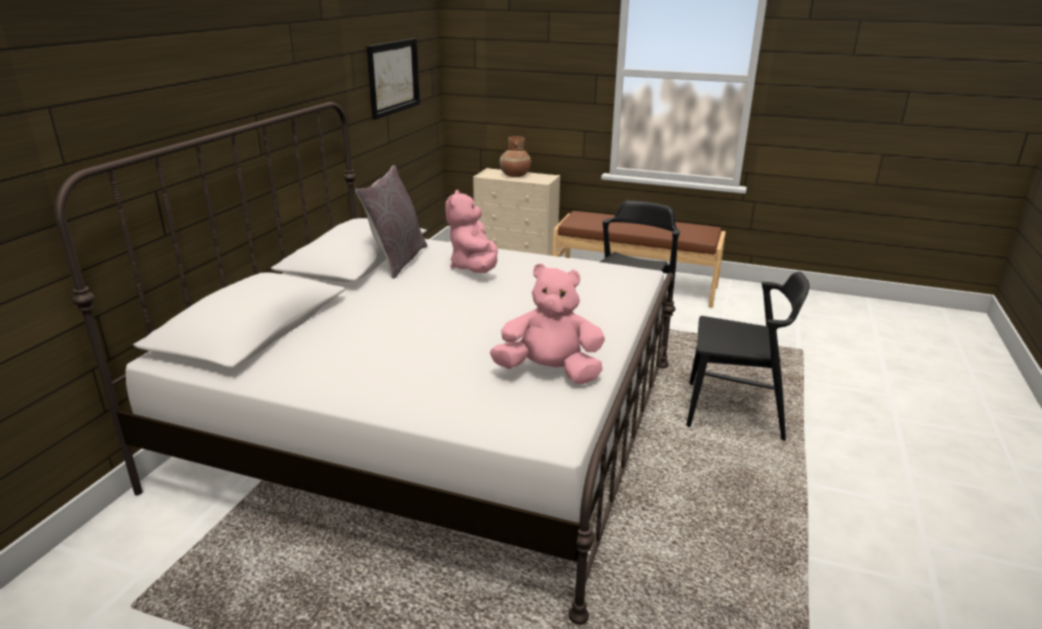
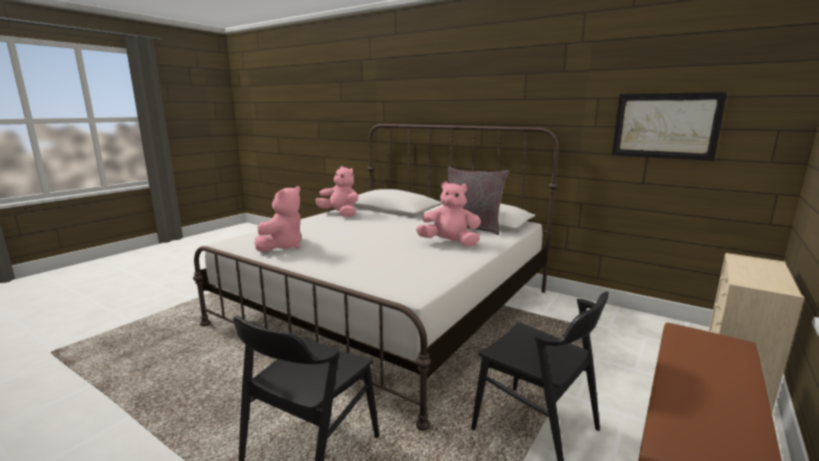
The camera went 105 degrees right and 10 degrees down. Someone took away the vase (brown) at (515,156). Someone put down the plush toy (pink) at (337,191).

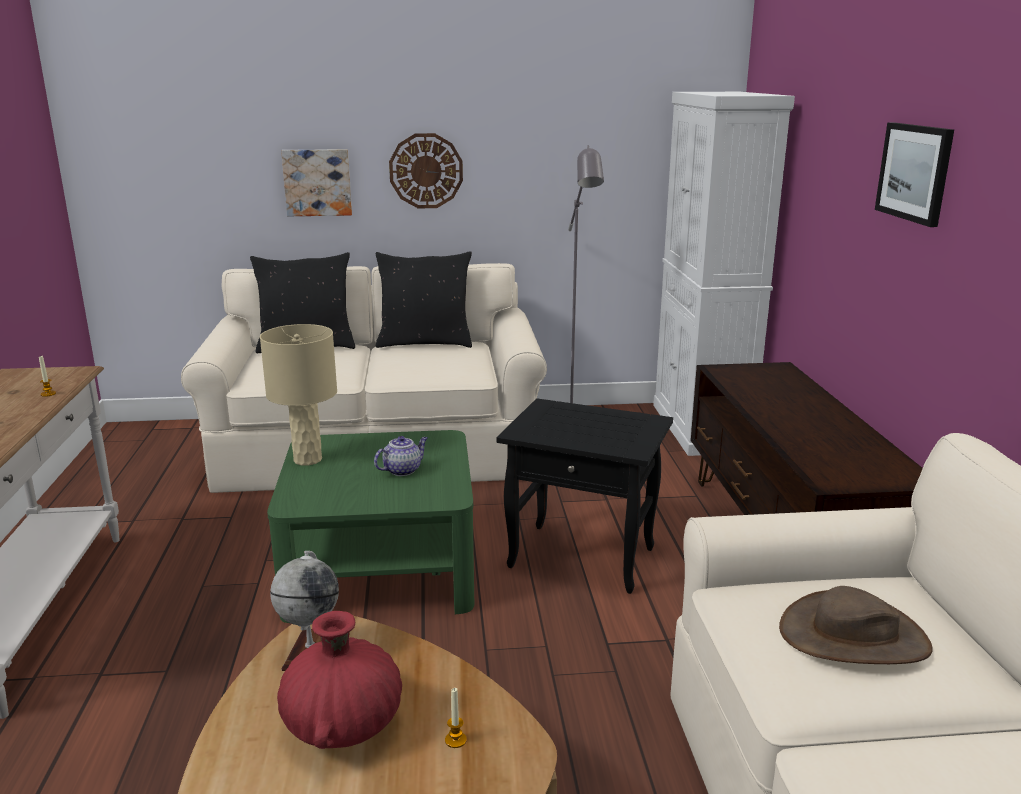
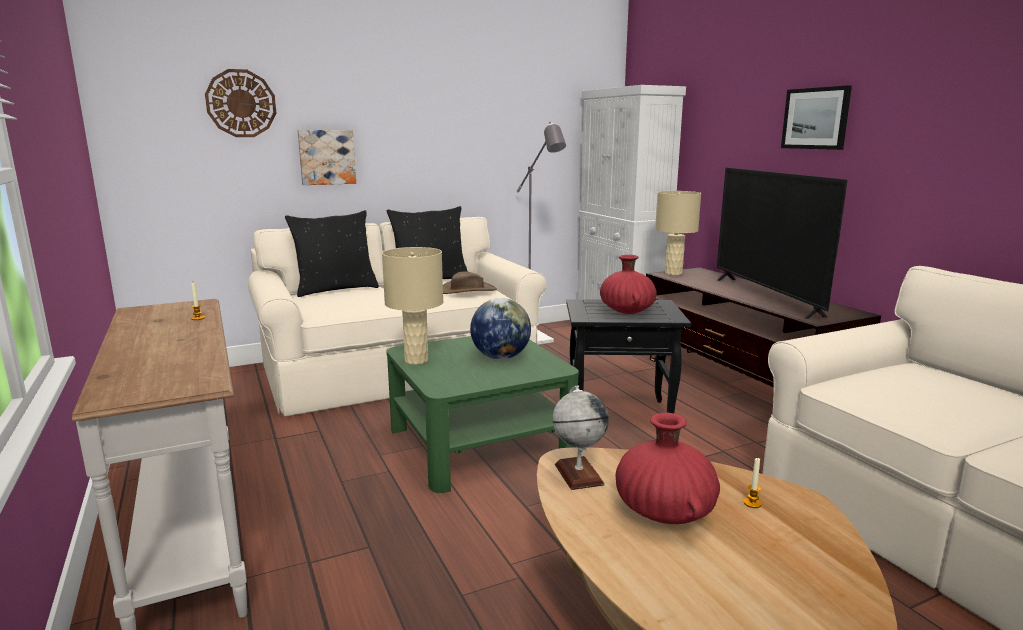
The camera went 20 degrees left and 5 degrees down. Someone swapped the teapot at (401,456) for the globe at (500,329). Someone carried the wall clock from (426,170) to (240,103). Someone carried the hat (brown) from (856,625) to (470,283). Someone put down the vase (red) at (628,284). Someone put down the table lamp (beige) at (678,233). Someone put down the television at (782,243).

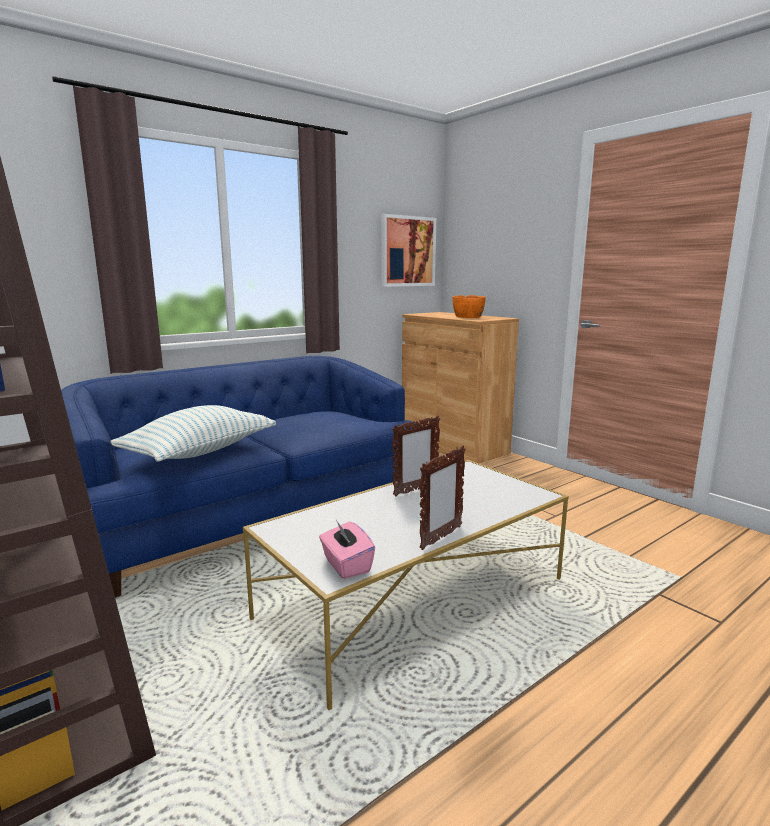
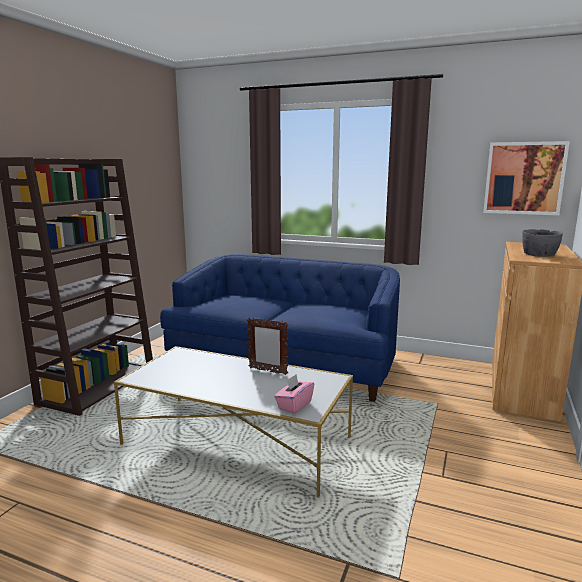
The camera went 60 degrees right and 0 degrees up. Someone took away the pillow at (193,433). Someone carried the tissue box (pink) from (347,549) to (294,394). Someone took away the picture frame at (442,497). Someone repainted the bowl (orange) at (469,306), which became the bowl (grey) at (542,243).

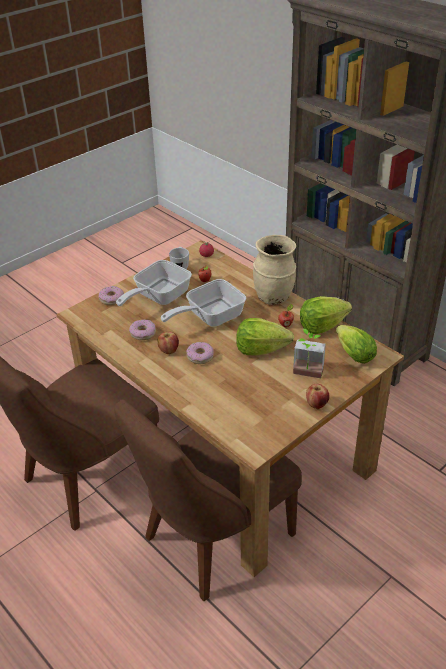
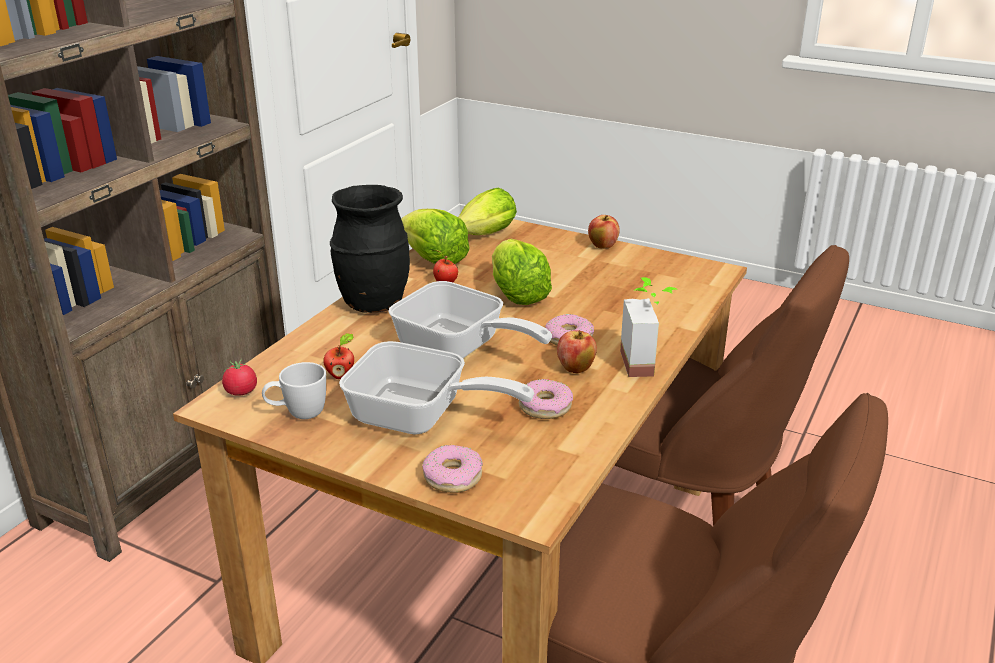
The camera went 110 degrees left and 10 degrees down. Someone repainted the vase (beige) at (274,270), which became the vase (black) at (370,249). Someone carried the potted plant from (309,353) to (649,327).

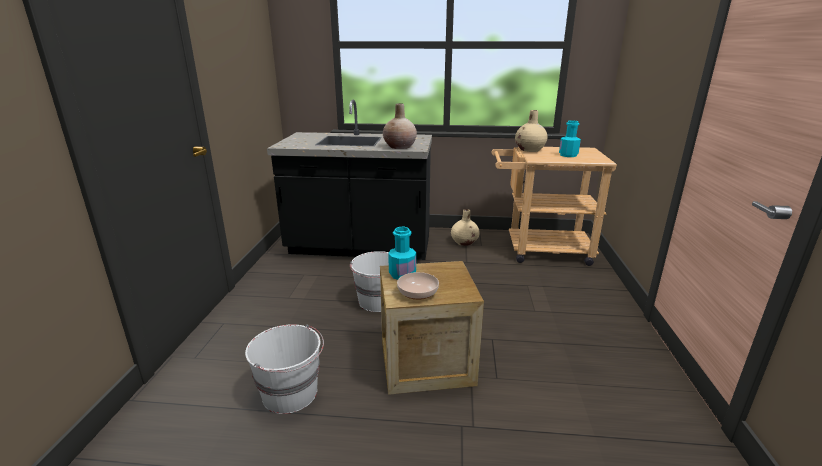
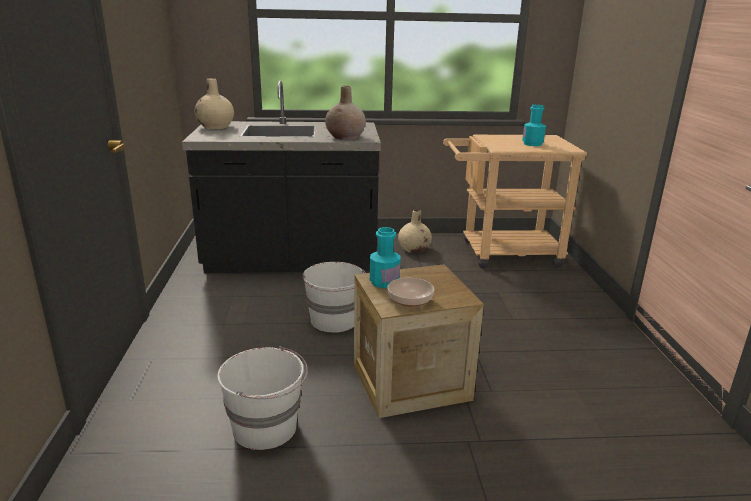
The camera went 10 degrees left and 0 degrees up. Someone carried the vase (beige) from (531,131) to (214,103).

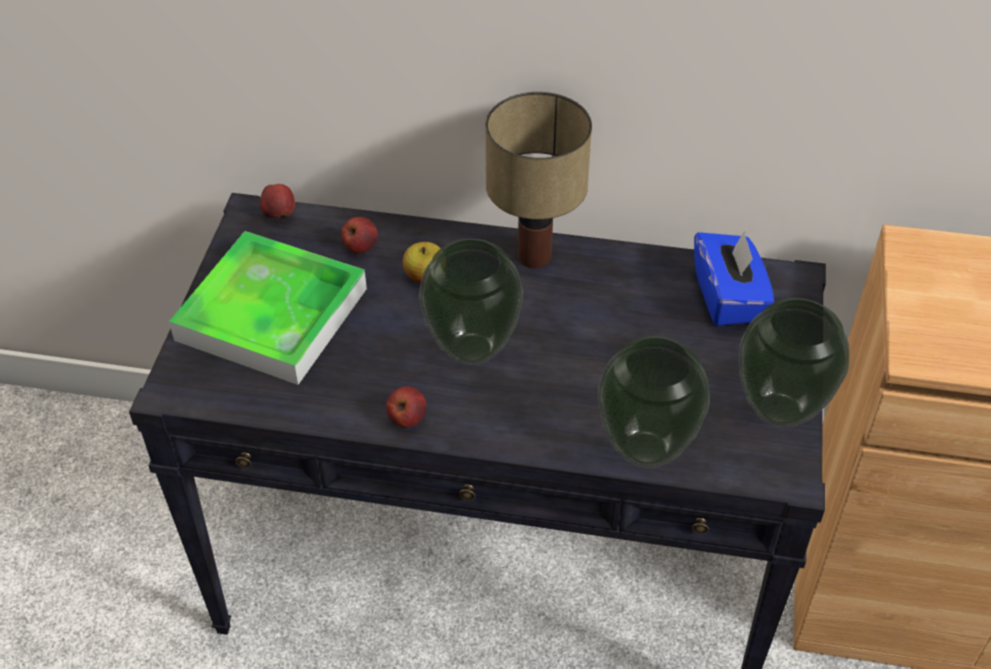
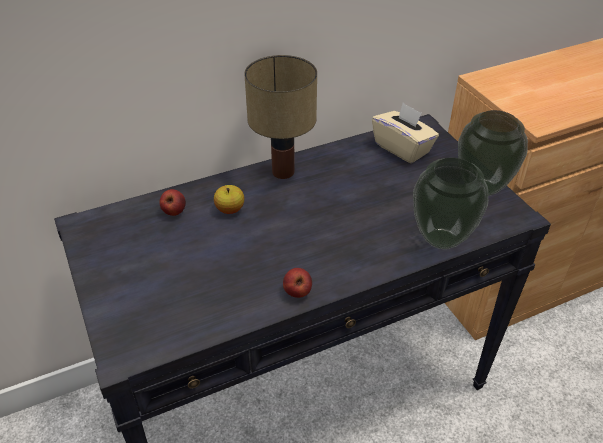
The camera went 35 degrees left and 5 degrees down. Someone took away the tray at (268,308). Someone took away the apple at (277,202). Someone took away the vase at (471,302). Someone repainted the tissue box (blue) at (734,278), which became the tissue box (beige) at (405,132).

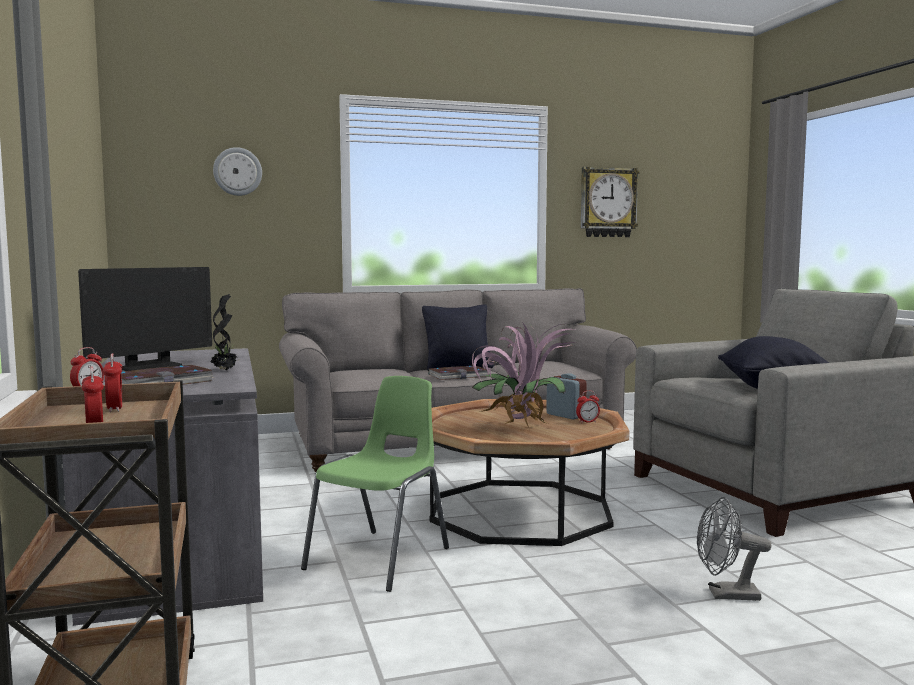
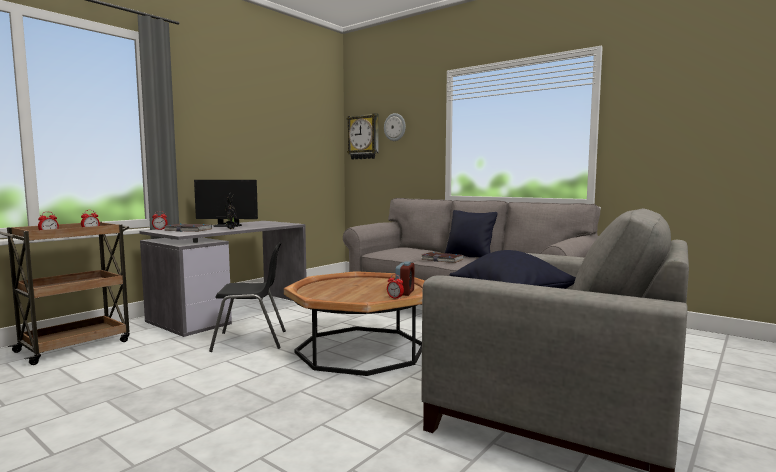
The camera went 55 degrees right and 0 degrees up. Someone repainted the chair (green) at (375,484), which became the chair (black) at (247,297). Someone took away the potted plant at (524,374). Someone carried the wall clock from (610,202) to (363,136). Someone took away the fan (grey) at (734,549).

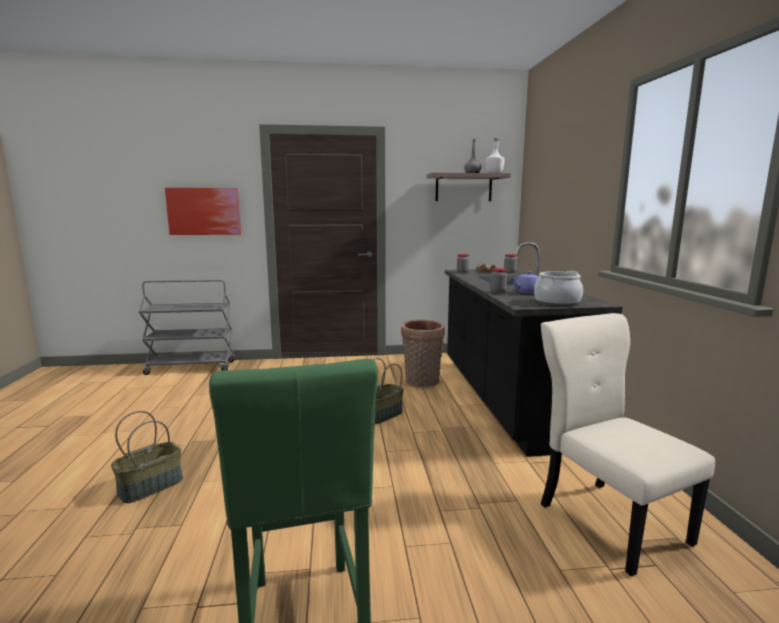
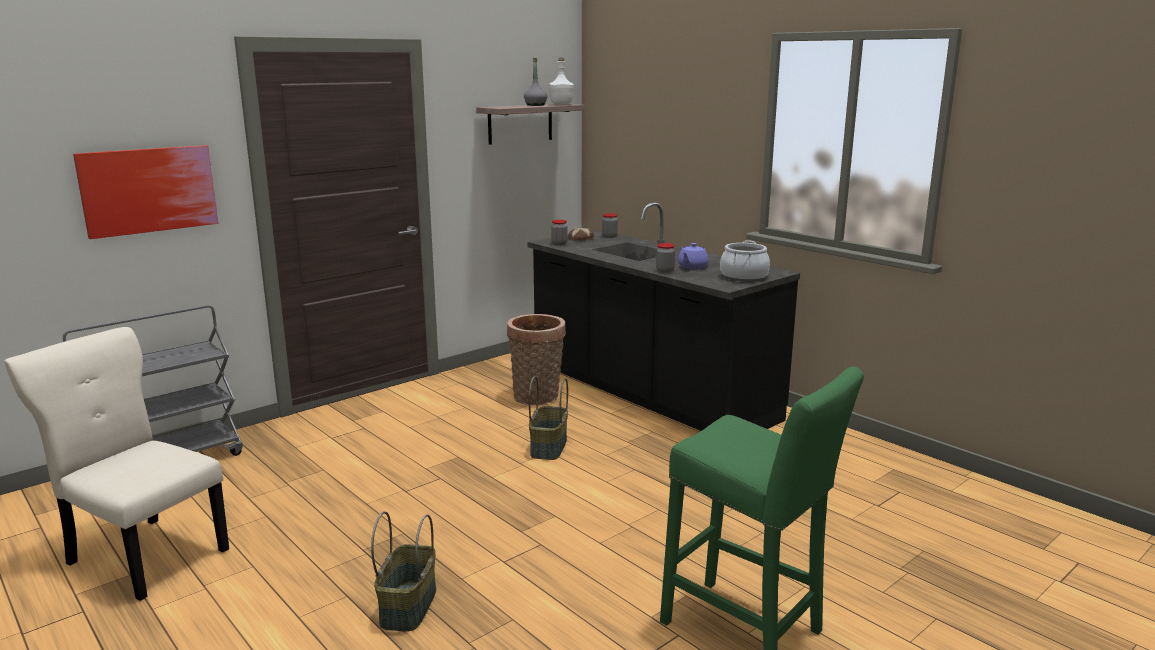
The camera went 35 degrees left and 5 degrees up. Someone carried the chair (beige) from (628,445) to (116,464).

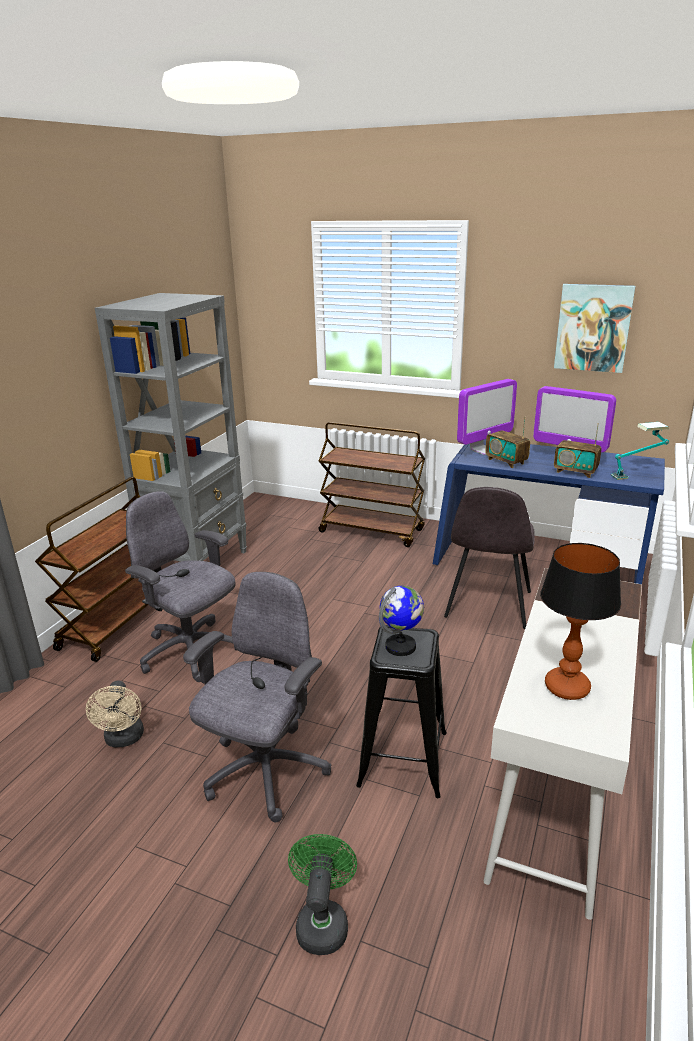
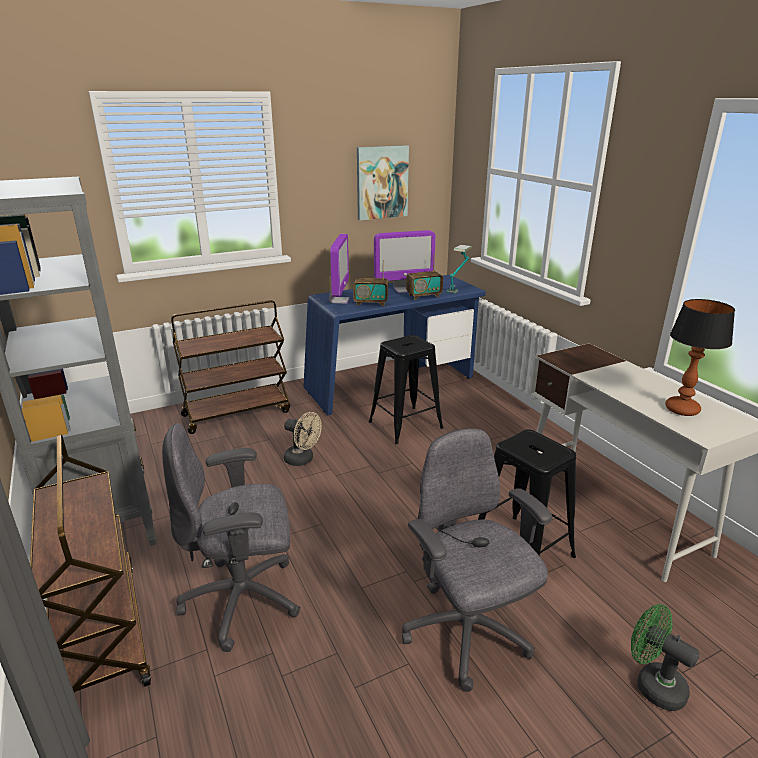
The camera went 50 degrees left and 0 degrees up. Someone carried the fan (beige) from (115,714) to (303,439). Someone took away the globe at (401,621). Someone swapped the chair (grey) at (489,558) for the stool (black) at (406,389).

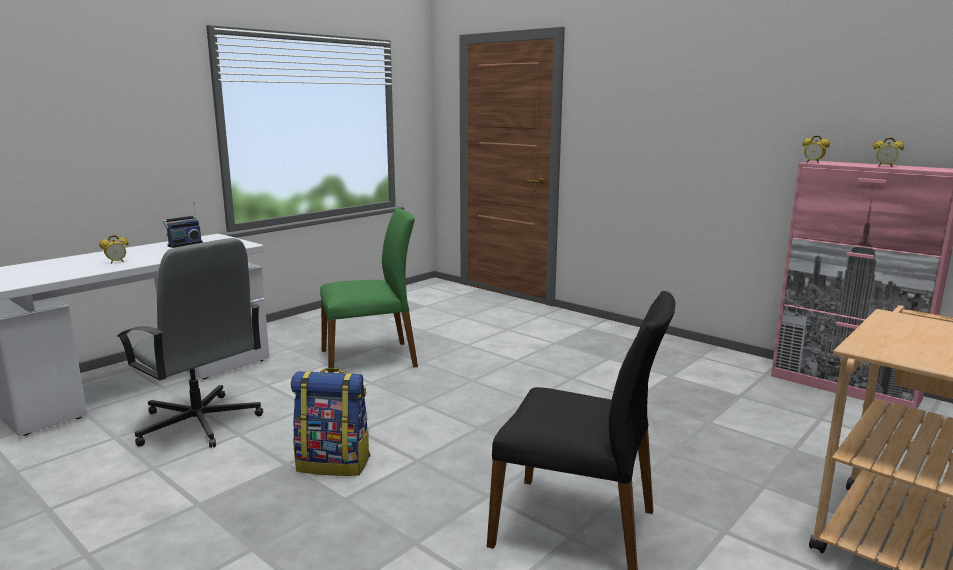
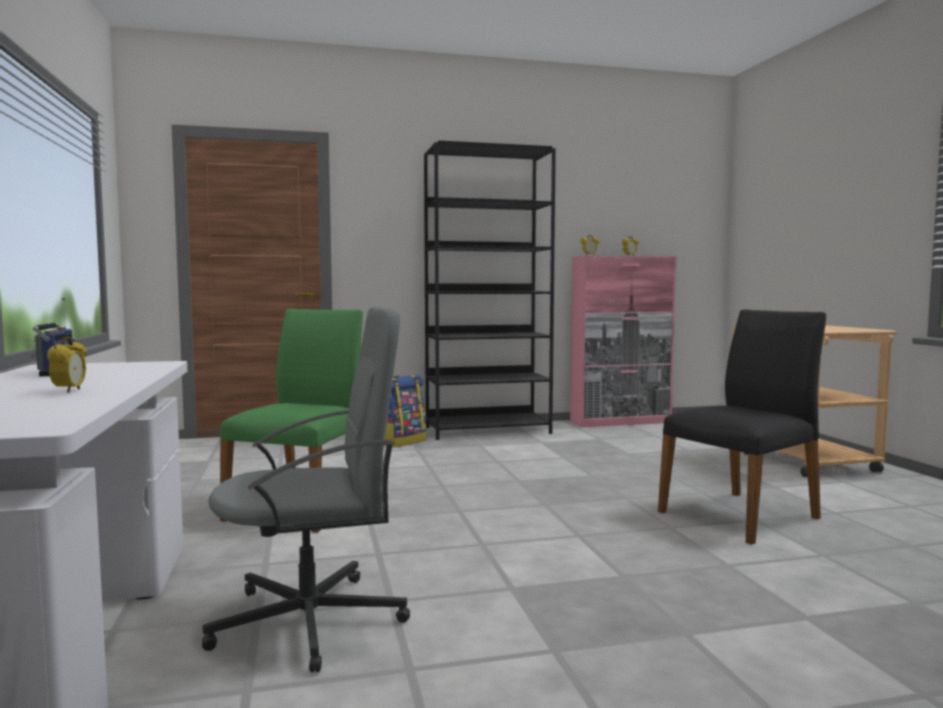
The camera went 55 degrees left and 10 degrees down. Someone carried the backpack from (331,422) to (405,411). Someone put down the bookcase (black) at (490,290).

